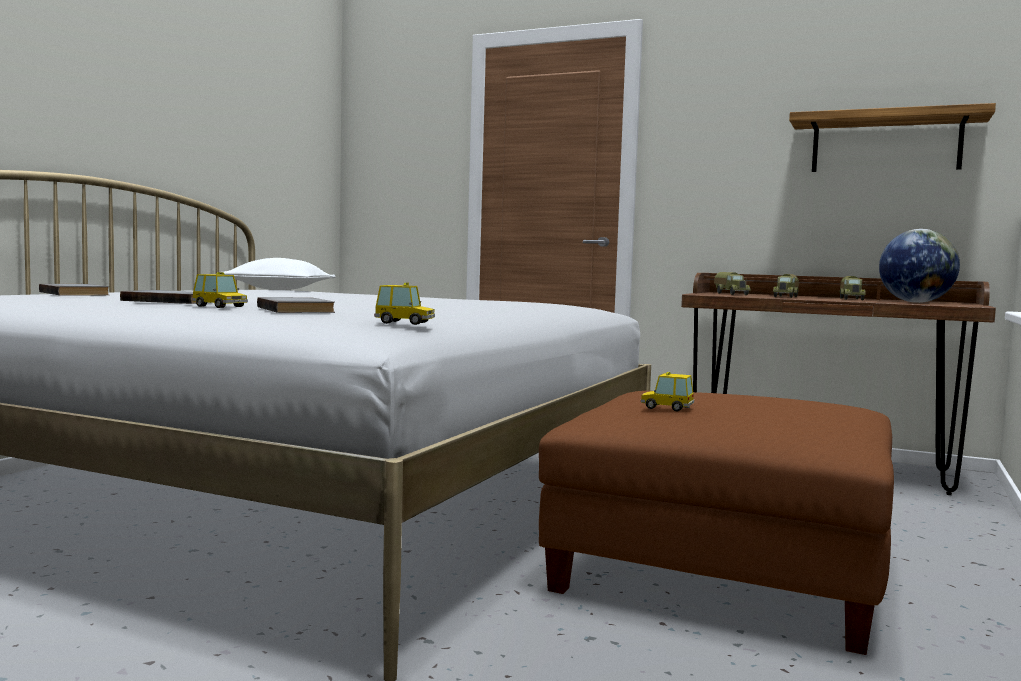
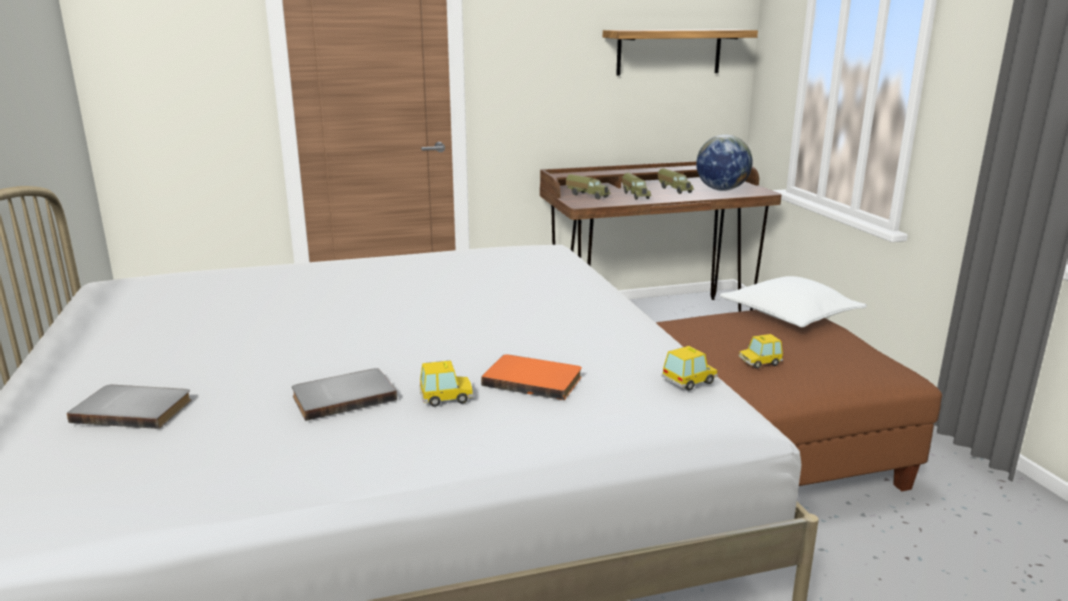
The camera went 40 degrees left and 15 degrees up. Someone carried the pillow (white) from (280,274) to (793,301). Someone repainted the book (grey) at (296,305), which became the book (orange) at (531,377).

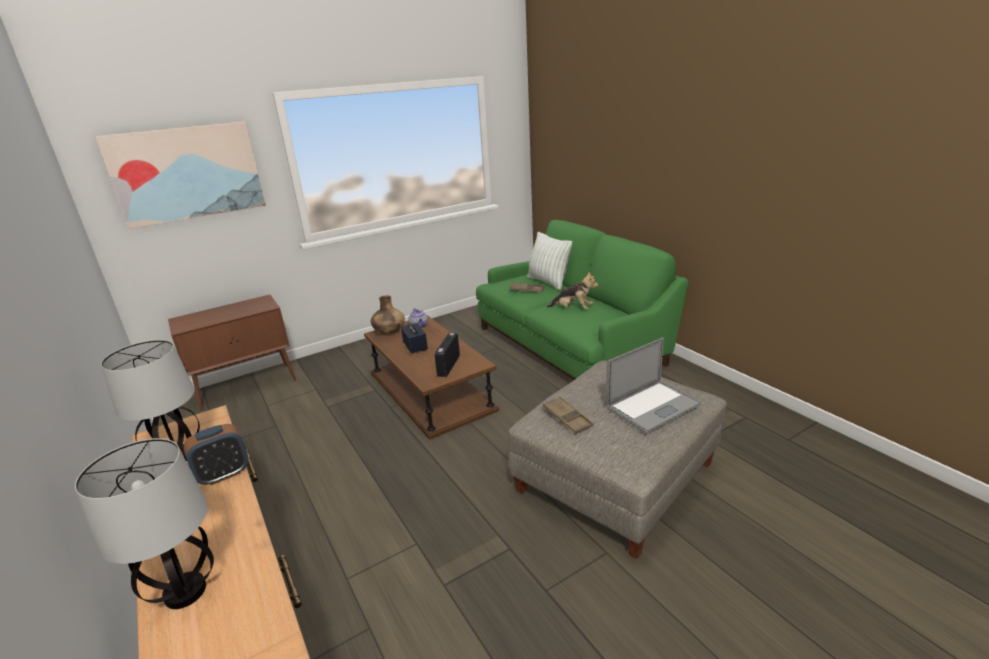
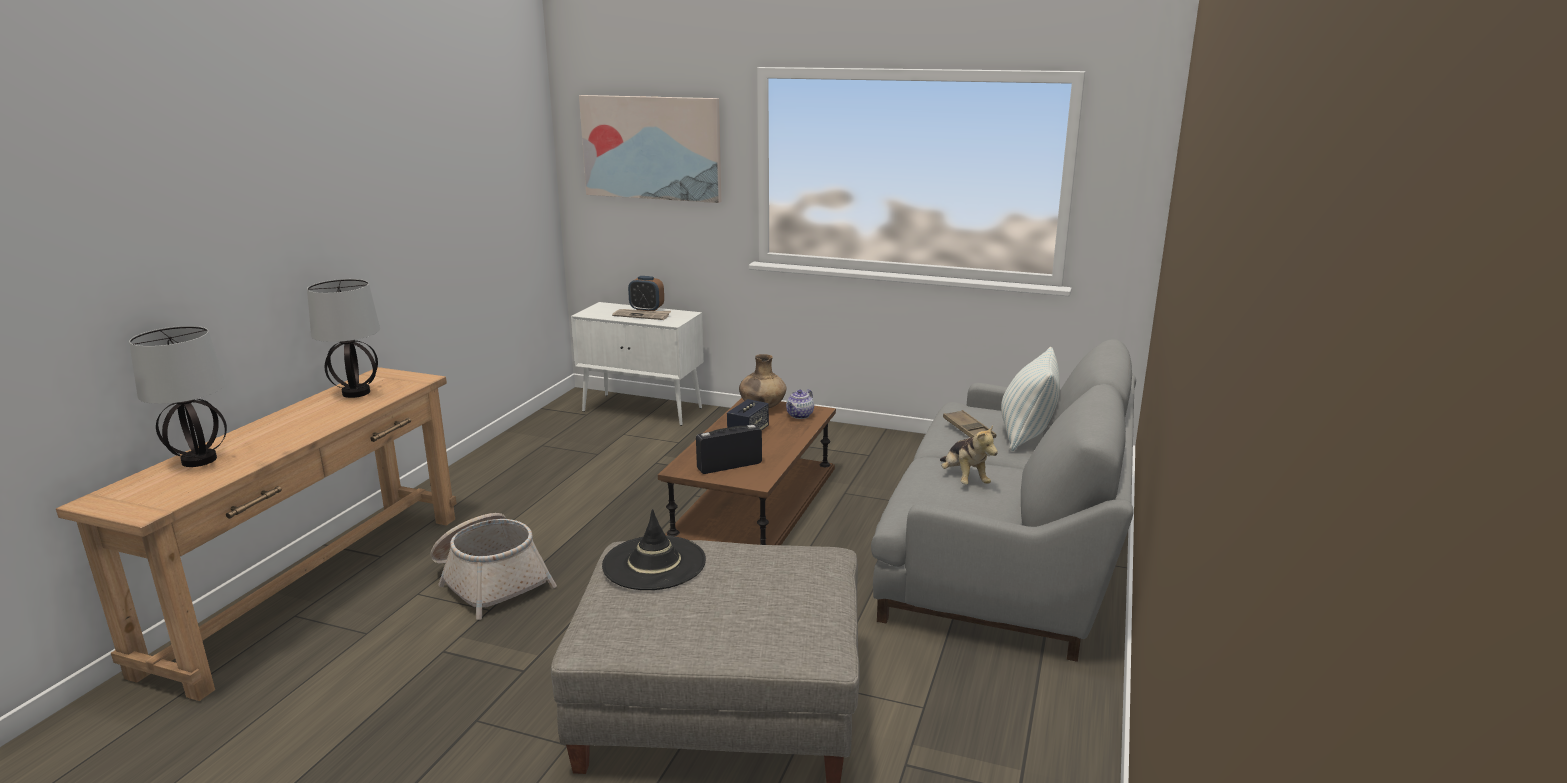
The camera went 50 degrees right and 5 degrees down. Someone repainted the cabinet (brown) at (232,353), which became the cabinet (white) at (637,364). Someone carried the alarm clock from (216,454) to (646,293). Someone repainted the sofa (green) at (582,300), which became the sofa (grey) at (1003,500). Someone swapped the tray (brown) at (568,415) for the hat (black) at (654,549). Someone took away the laptop at (653,385). Someone put down the basket at (493,566). Someone put down the newspaper at (641,314).

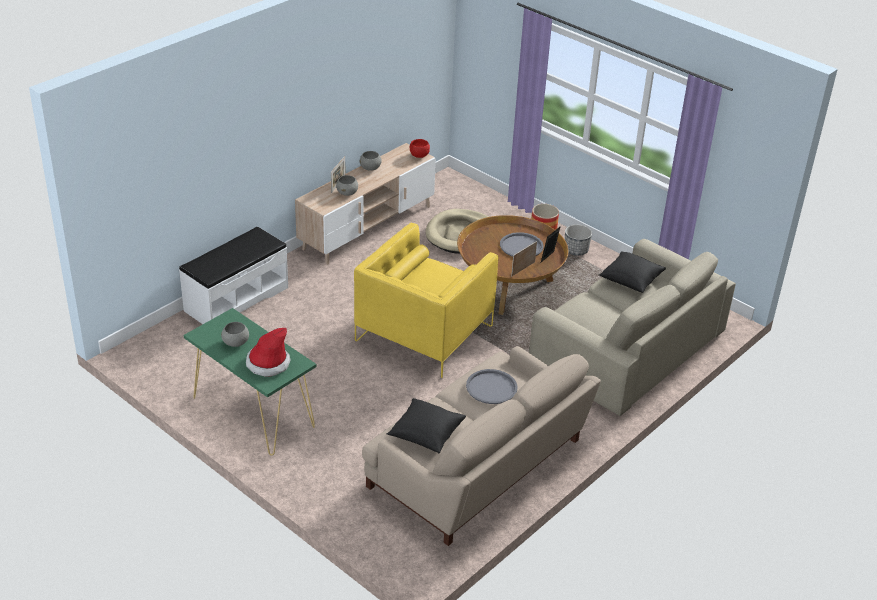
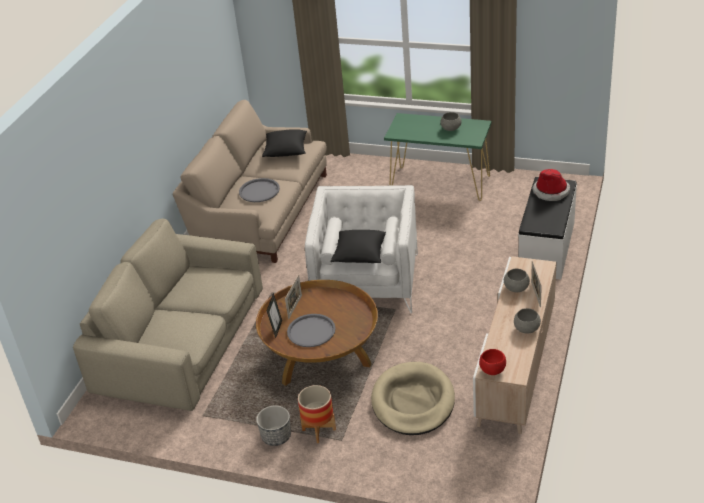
The camera went 160 degrees right and 0 degrees up. Someone carried the hat from (268,352) to (551,185). Someone repainted the armchair (yellow) at (426,300), which became the armchair (white) at (361,249). Someone carried the pillow (black) from (632,272) to (358,246).

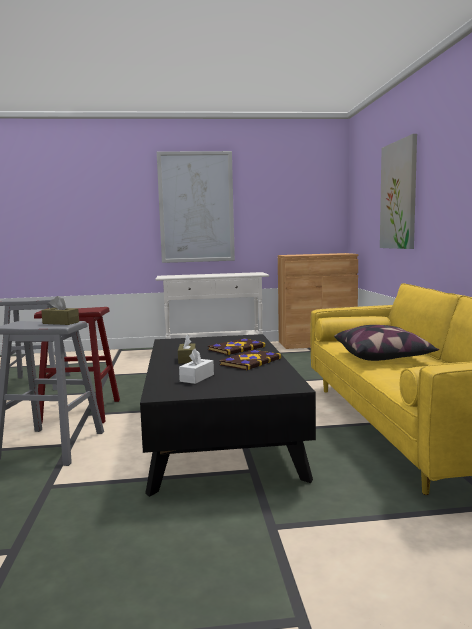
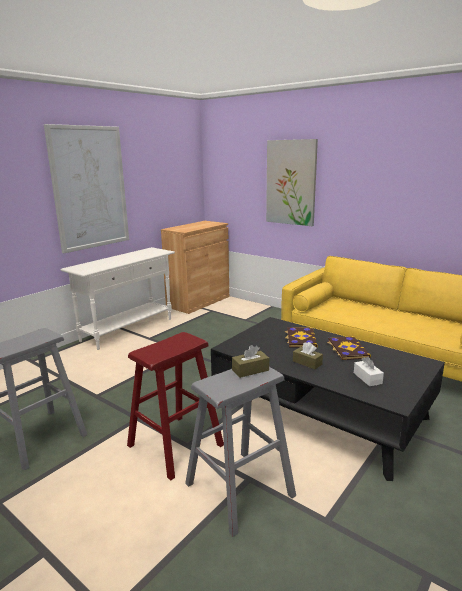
The camera went 45 degrees left and 10 degrees up. Someone took away the pillow at (386,343).

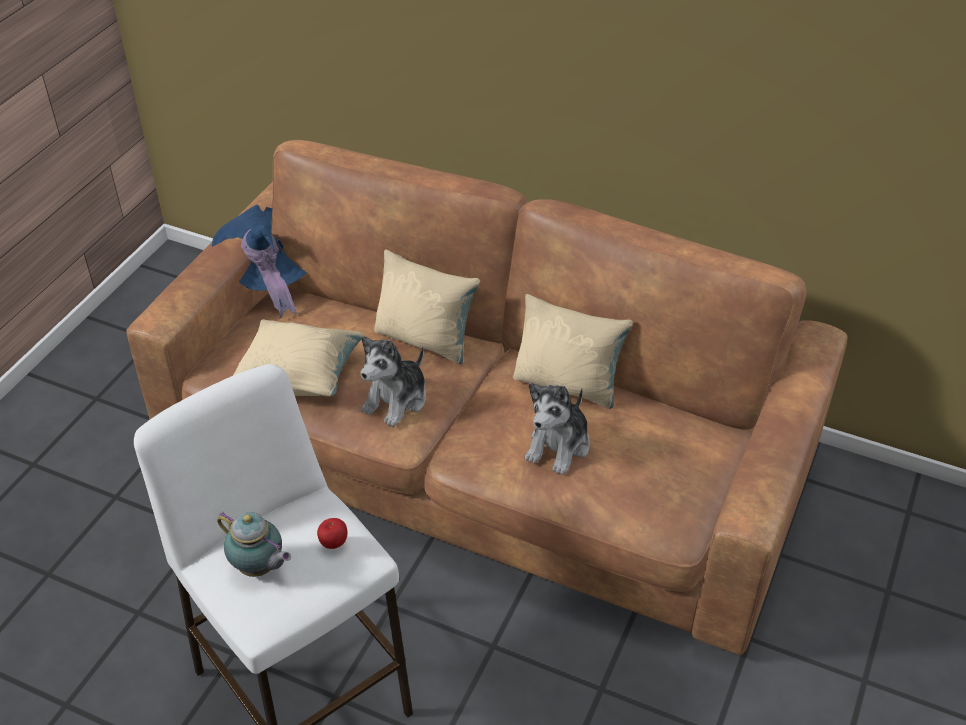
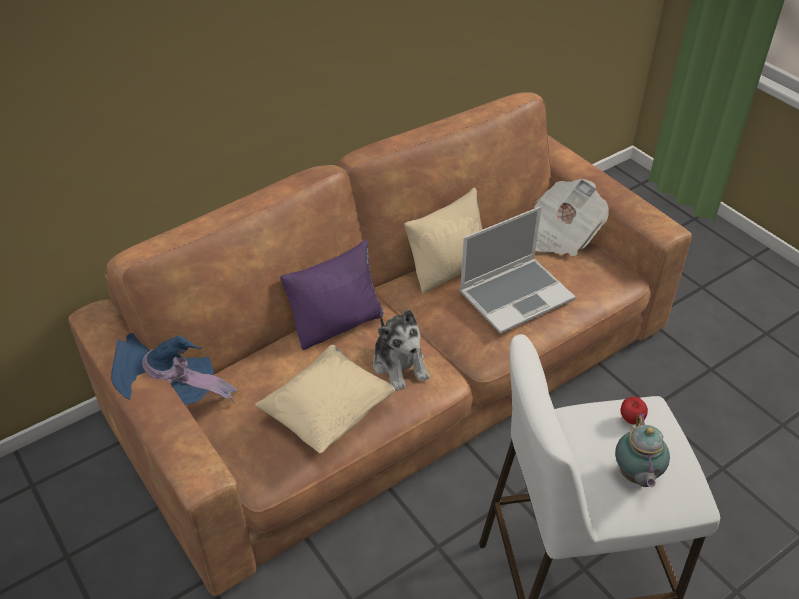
The camera went 60 degrees left and 0 degrees up. Someone rotated the teapot at (254,544) by 120 degrees clockwise. Someone repainted the pillow (beige) at (427,306), which became the pillow (purple) at (332,295). Someone swapped the plush toy at (557,429) for the laptop at (517,270). Someone put down the newspaper at (571,217).

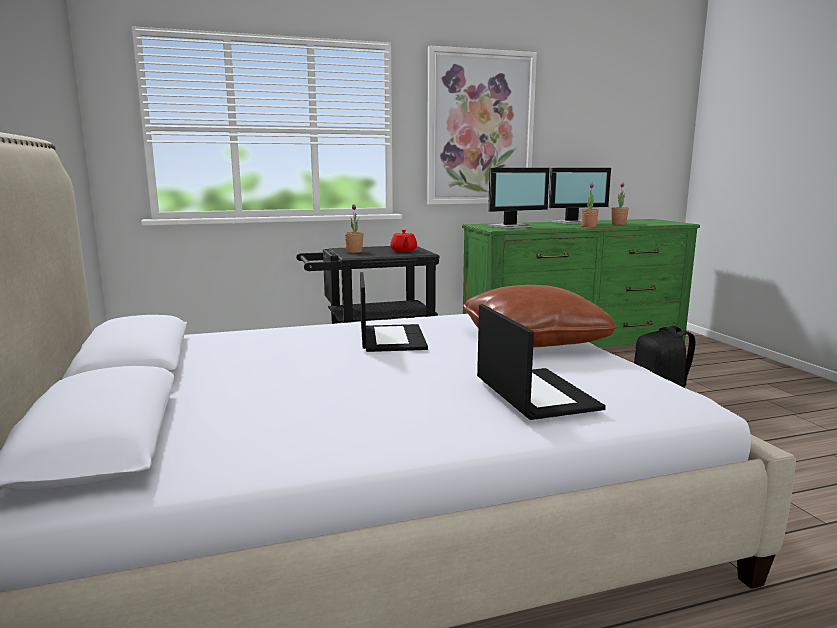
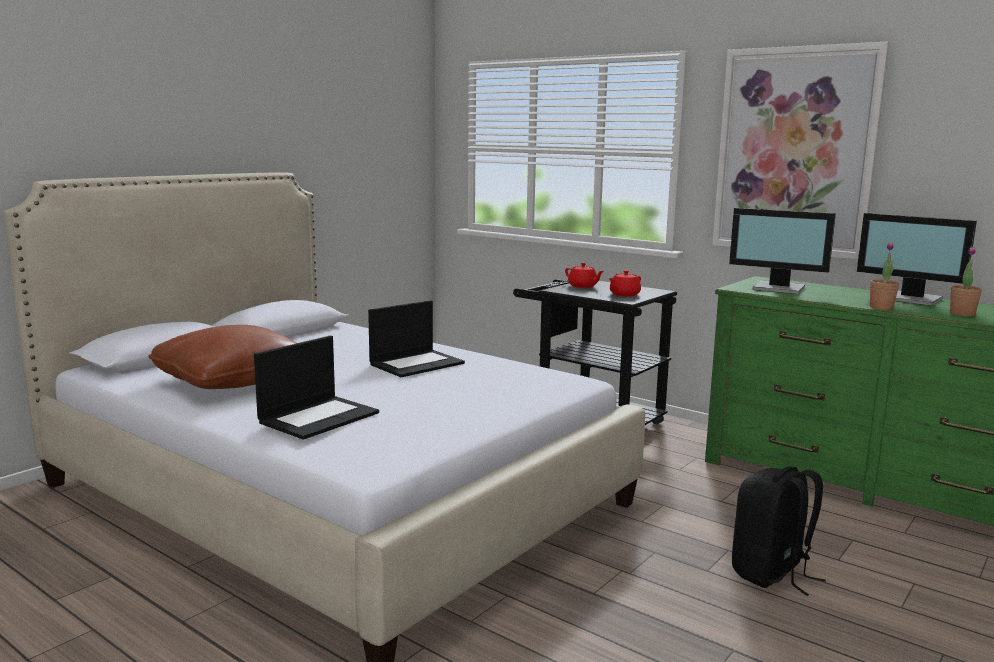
The camera went 55 degrees right and 0 degrees up. Someone swapped the potted plant at (354,228) for the teapot (red) at (584,275). Someone carried the pillow (brown) from (540,316) to (222,357).

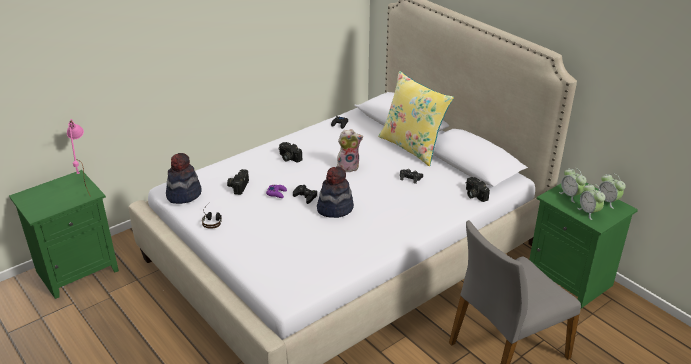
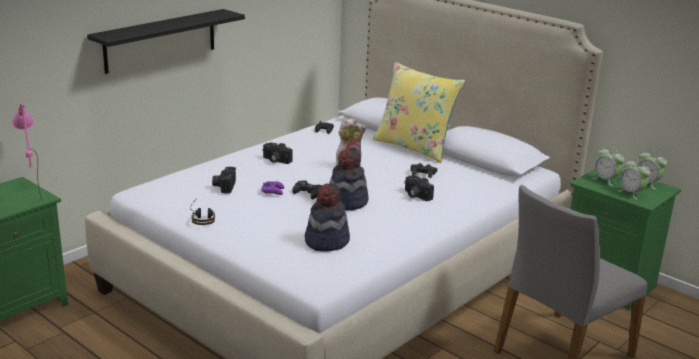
The camera went 10 degrees left and 10 degrees down. Someone carried the hat from (184,178) to (327,217). Someone carried the photo camera from (478,189) to (419,188). Someone put up the shelf (black) at (166,41).

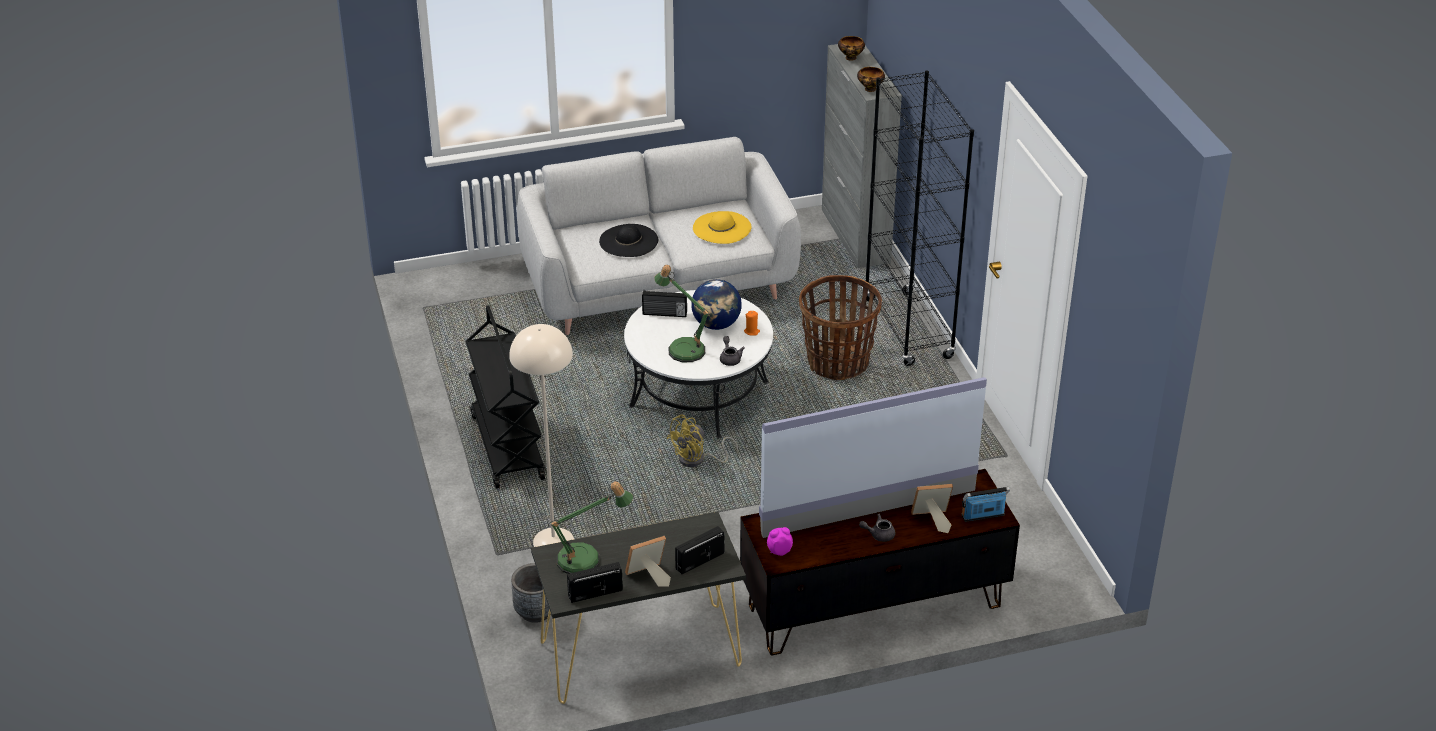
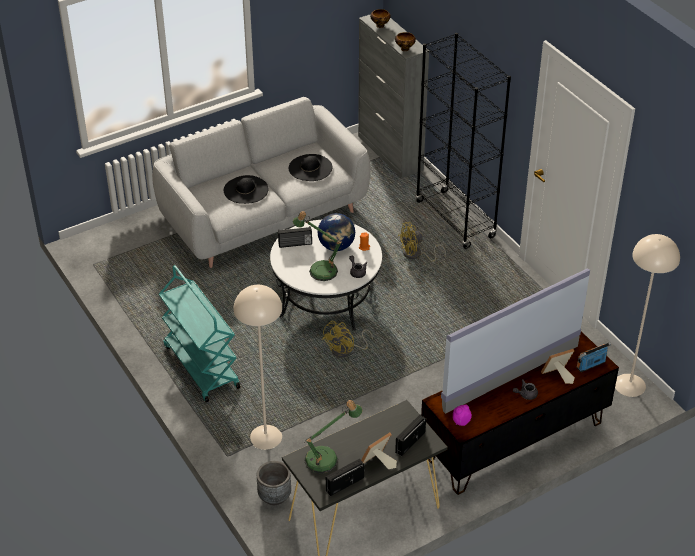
The camera went 15 degrees left and 5 degrees up. Someone repainted the cart (black) at (505,397), which became the cart (turquoise) at (199,333). Someone repainted the hat (yellow) at (722,227), which became the hat (black) at (311,167). Someone swapped the basket at (840,327) for the fan (yellow) at (422,242). Someone put down the floor lamp (beige) at (647,315).

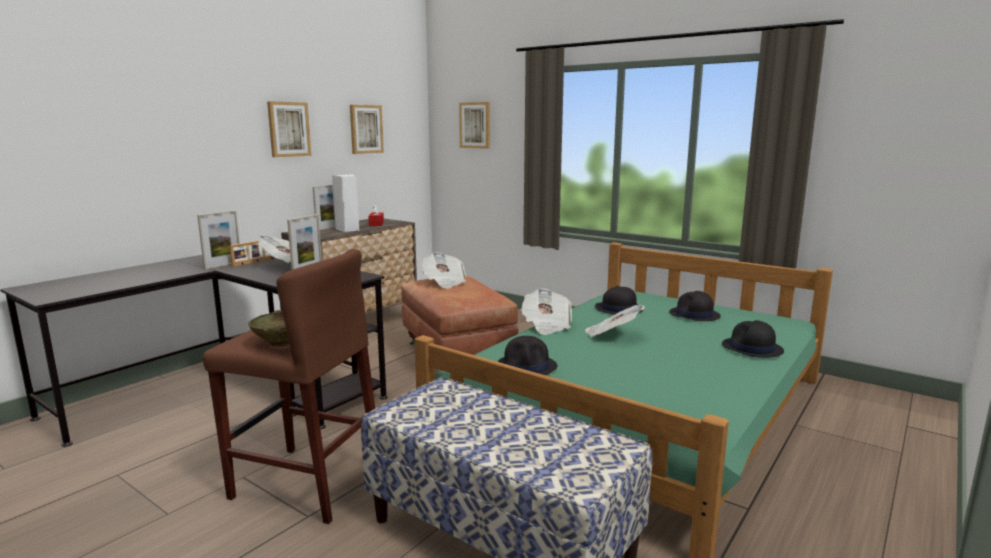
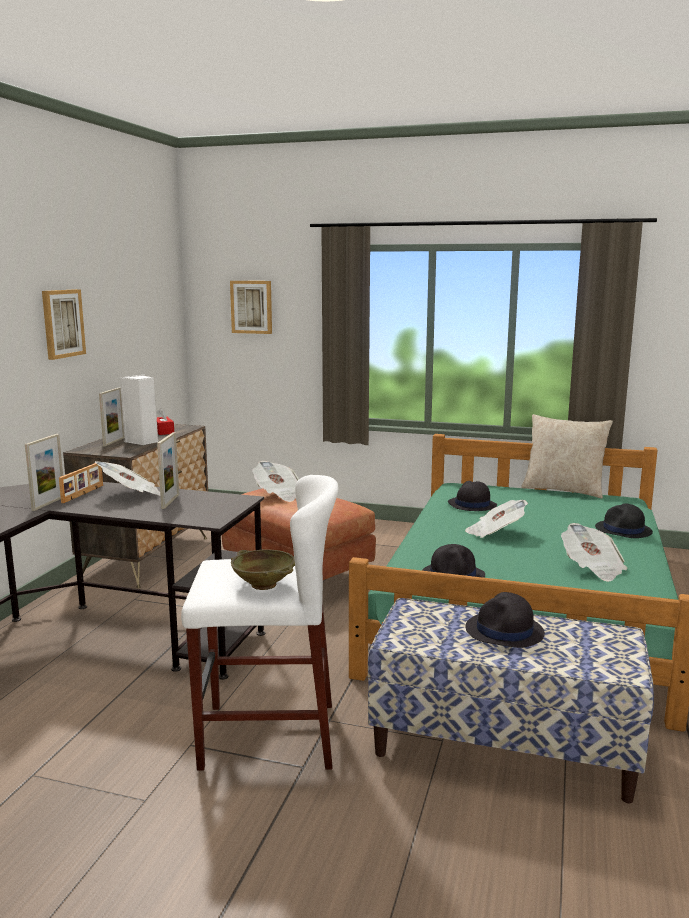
The camera went 20 degrees left and 0 degrees up. Someone repainted the stool (brown) at (289,386), which became the stool (white) at (259,623). Someone took away the picture at (367,129). Someone carried the newspaper from (546,311) to (594,552). Someone carried the hat (black) from (695,306) to (505,620). Someone put down the pillow (beige) at (567,456).

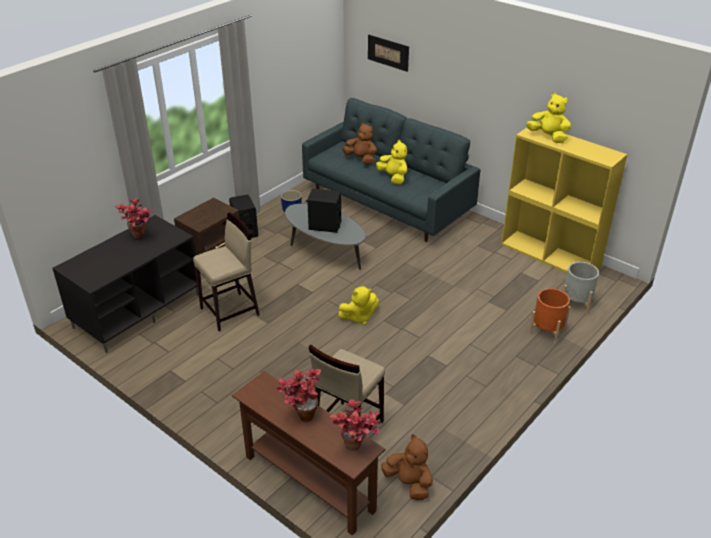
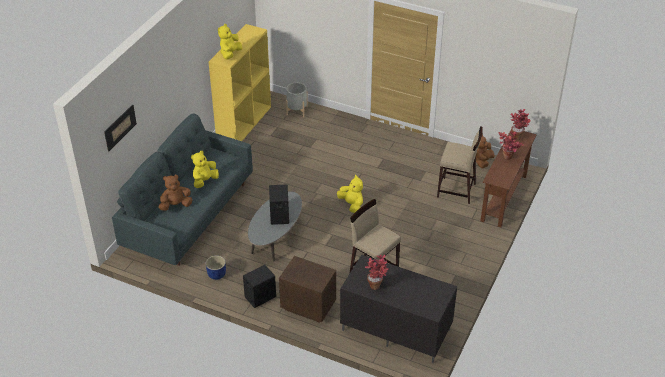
The camera went 105 degrees left and 5 degrees up. Someone rotated the plush toy (brown) at (359,143) by 45 degrees clockwise. Someone took away the planter (orange) at (549,316).

